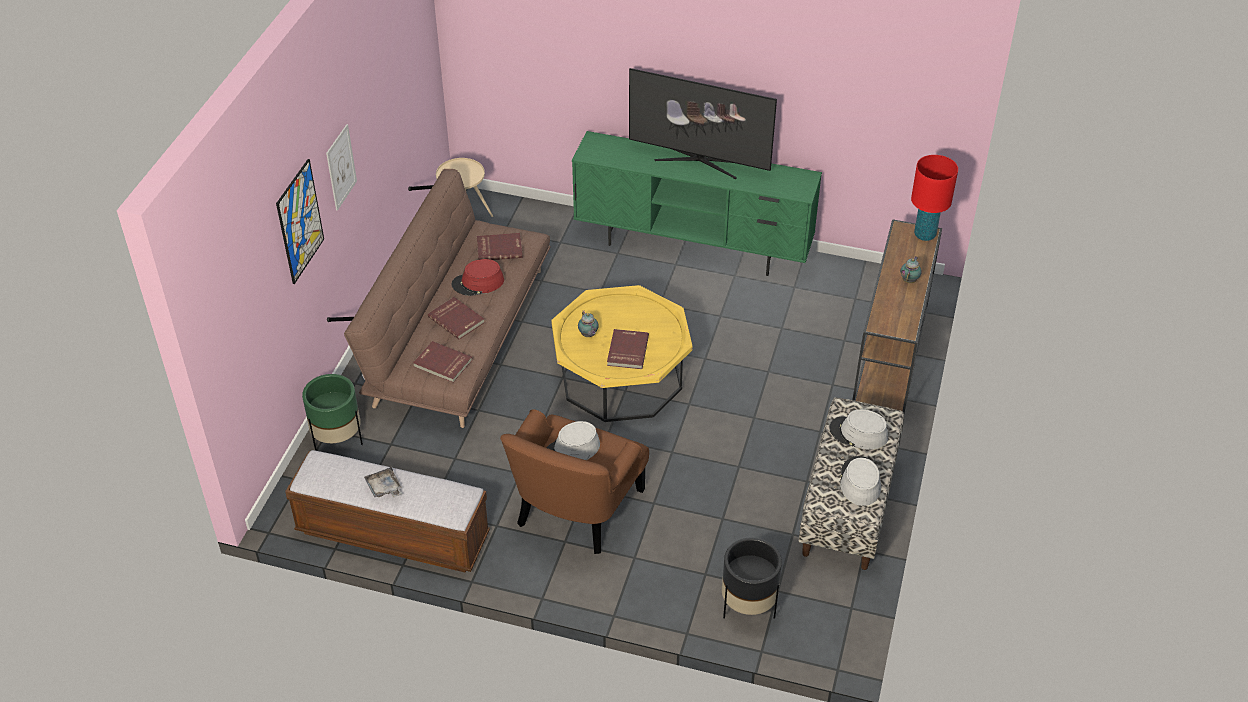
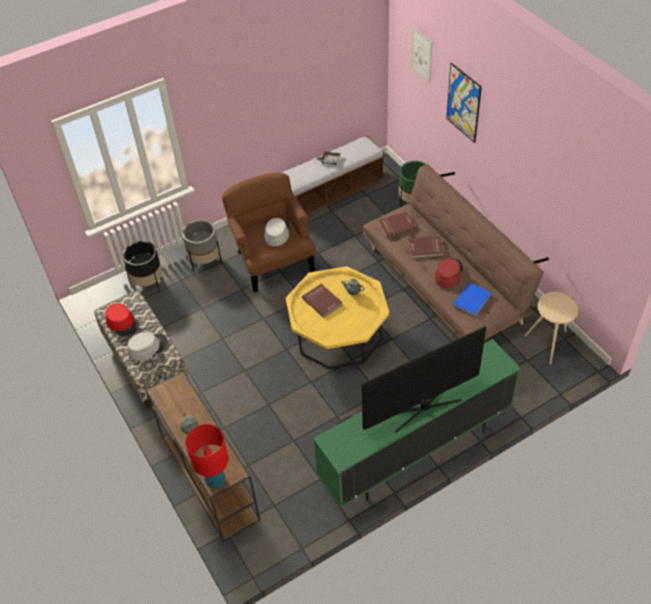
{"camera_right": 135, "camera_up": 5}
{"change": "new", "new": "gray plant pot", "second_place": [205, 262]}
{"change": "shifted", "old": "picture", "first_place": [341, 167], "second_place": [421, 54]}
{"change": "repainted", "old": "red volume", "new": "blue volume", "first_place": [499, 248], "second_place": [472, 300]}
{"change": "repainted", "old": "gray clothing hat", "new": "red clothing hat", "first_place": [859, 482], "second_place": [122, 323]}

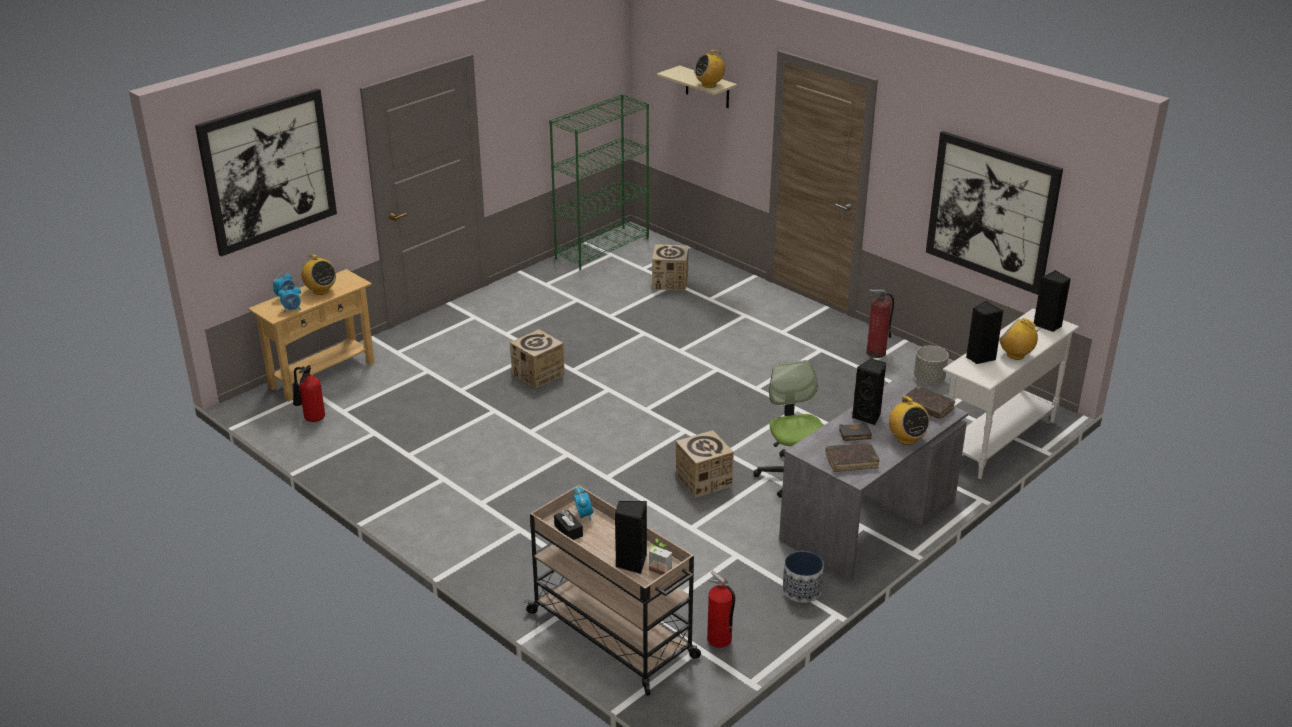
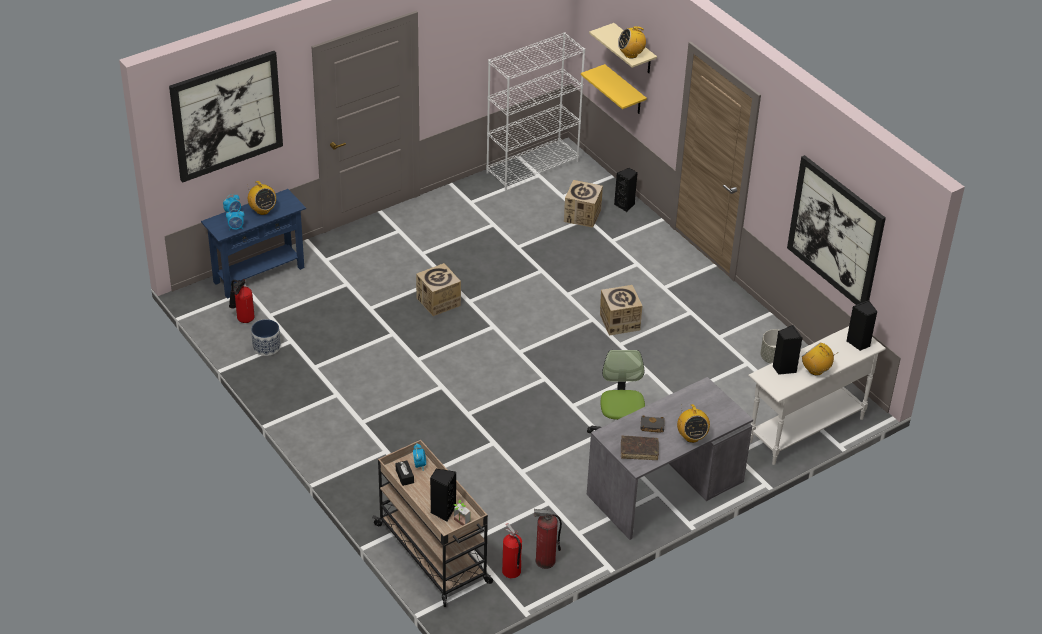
{"camera_right": 10, "camera_up": 10}
{"change": "gone", "old": "brown volume", "first_place": [928, 407]}
{"change": "new", "new": "yellowish wall shelf", "second_place": [624, 91]}
{"change": "shifted", "old": "cardboard box", "first_place": [703, 480], "second_place": [619, 322]}
{"change": "shifted", "old": "plant pot", "first_place": [802, 590], "second_place": [266, 347]}
{"change": "shifted", "old": "black audio speaker", "first_place": [868, 416], "second_place": [625, 205]}
{"change": "shifted", "old": "fire-fighting cylinder", "first_place": [876, 353], "second_place": [545, 561]}
{"change": "repainted", "old": "beige-coloured hall table", "new": "blue hall table", "first_place": [322, 375], "second_place": [259, 274]}
{"change": "repainted", "old": "green-coloured bookshelf", "new": "whitish bookshelf", "first_place": [602, 248], "second_place": [532, 166]}

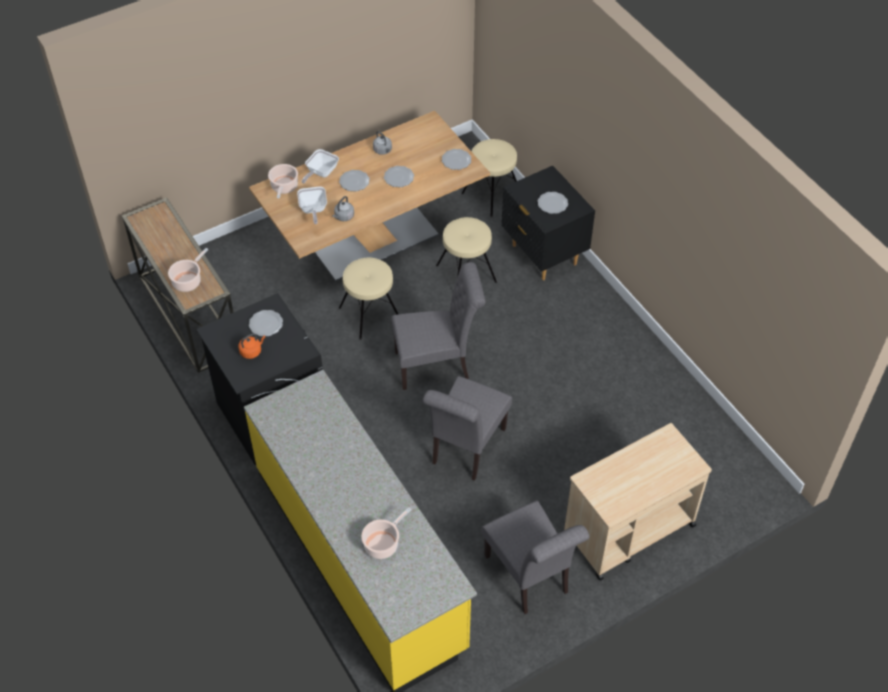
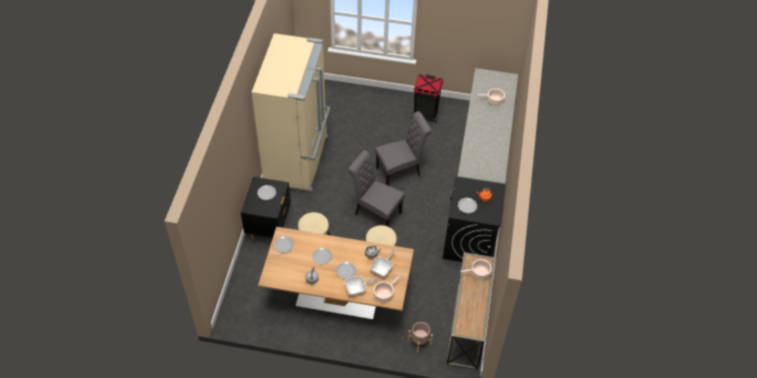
{"camera_right": -140, "camera_up": 0}
{"change": "gone", "old": "beige-coloured stool seat", "first_place": [492, 194]}
{"change": "gone", "old": "beige-coloured wheeled cart", "first_place": [628, 530]}
{"change": "new", "new": "beige-coloured kitchen fridge", "second_place": [298, 160]}
{"change": "new", "new": "beige-coloured plant pot", "second_place": [419, 342]}
{"change": "swapped", "old": "gray upright chair", "new": "black rubbish bin", "first_place": [530, 578], "second_place": [425, 115]}

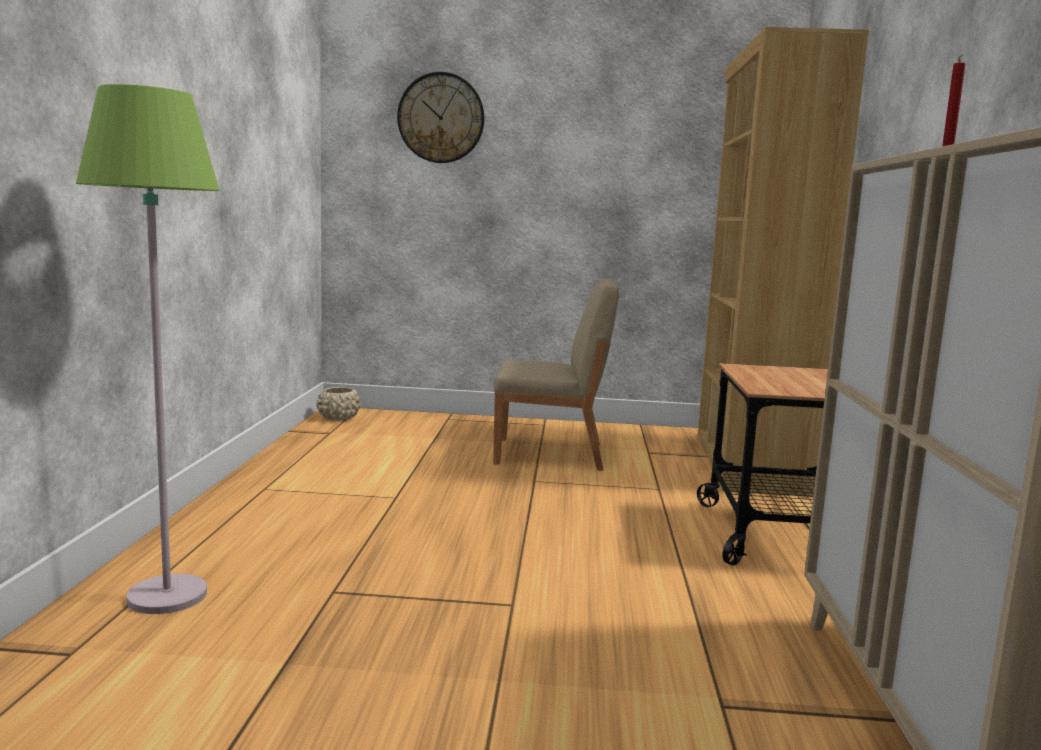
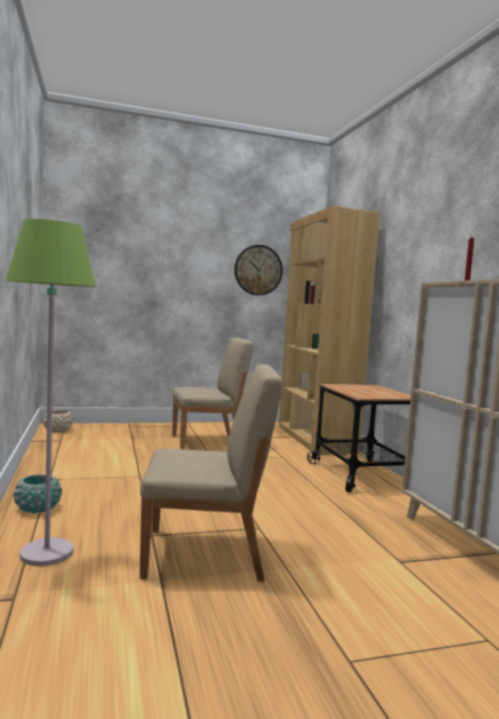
{"camera_right": -20, "camera_up": -5}
{"change": "new", "new": "turquoise plant pot", "second_place": [37, 508]}
{"change": "new", "new": "beige-coloured upright chair", "second_place": [206, 554]}
{"change": "shifted", "old": "clock on the wall", "first_place": [441, 118], "second_place": [258, 270]}

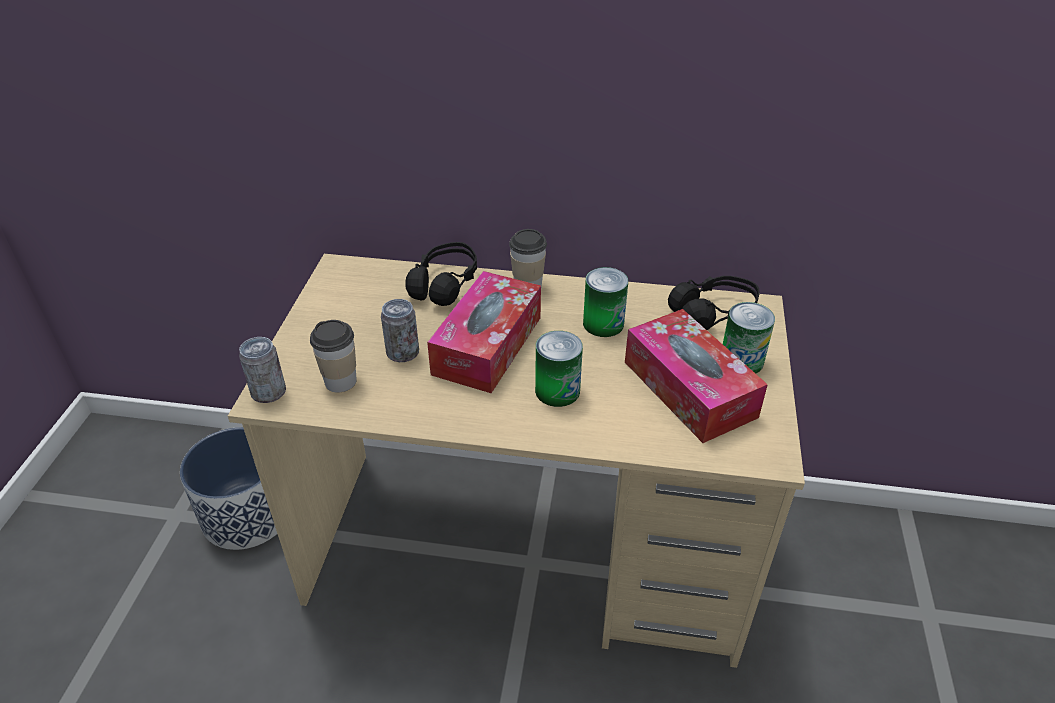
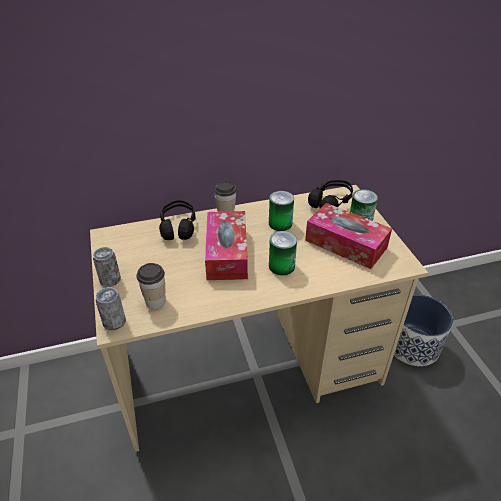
{"camera_right": -25, "camera_up": 0}
{"change": "shifted", "old": "plant pot", "first_place": [248, 514], "second_place": [413, 345]}
{"change": "shifted", "old": "can", "first_place": [403, 353], "second_place": [110, 280]}

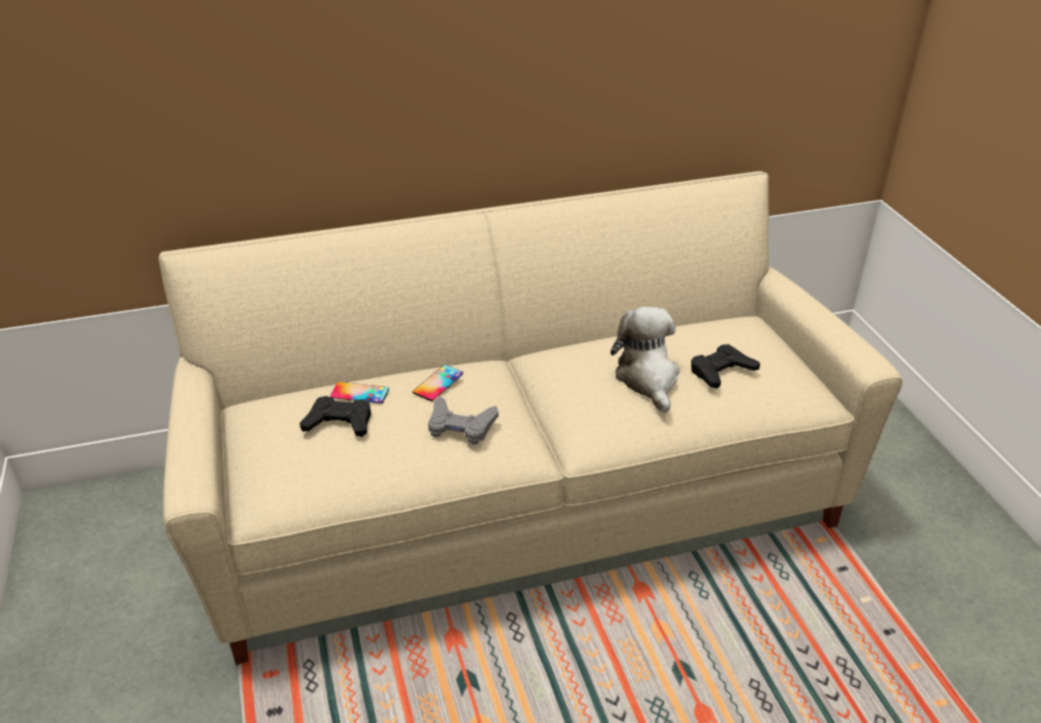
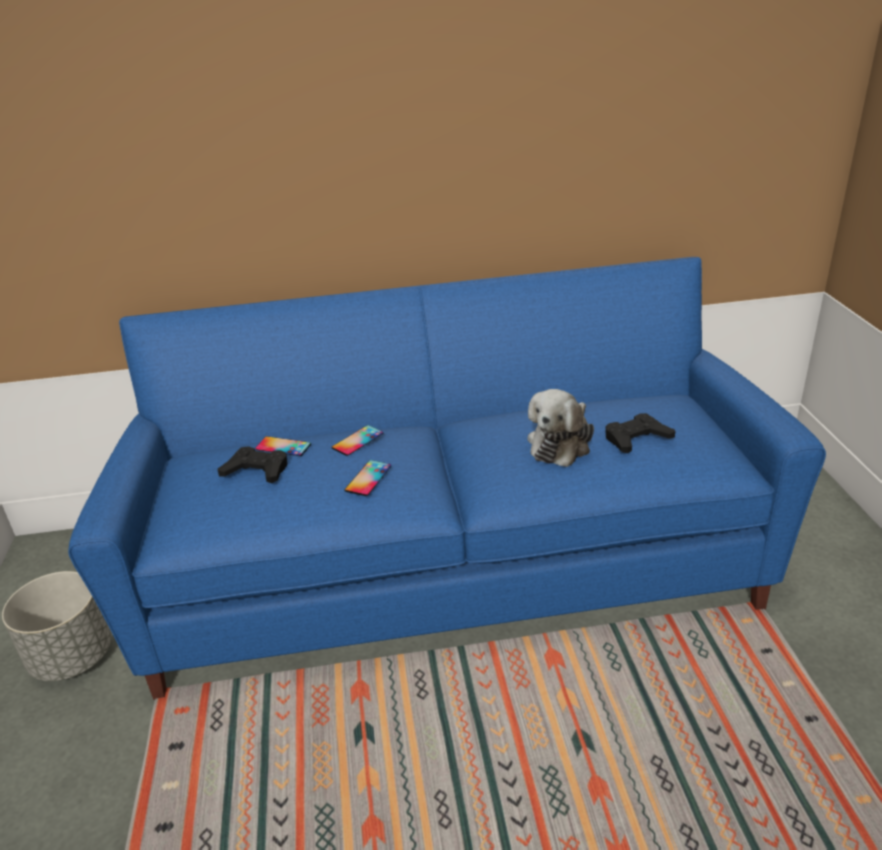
{"camera_right": 10, "camera_up": -5}
{"change": "new", "new": "gray plant pot", "second_place": [73, 657]}
{"change": "swapped", "old": "gray joypad", "new": "telephone", "first_place": [460, 426], "second_place": [368, 478]}
{"change": "repainted", "old": "beige-coloured settee", "new": "blue settee", "first_place": [520, 497], "second_place": [450, 563]}
{"change": "rotated", "old": "plush toy", "first_place": [648, 379], "second_place": [561, 443], "degrees": -150}

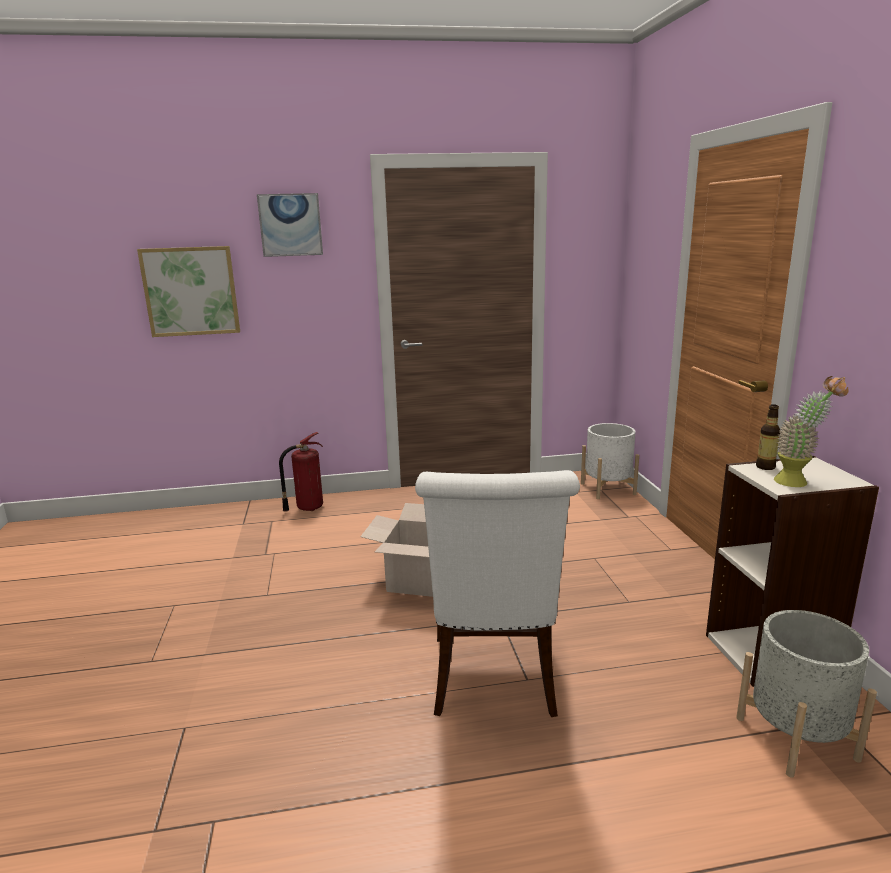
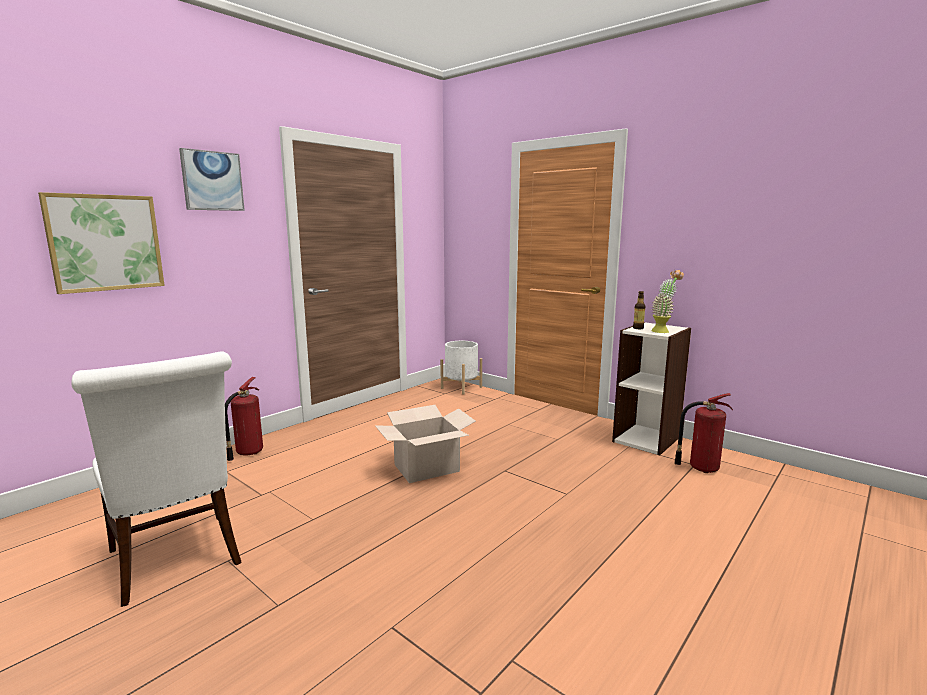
{"camera_right": -40, "camera_up": -5}
{"change": "shifted", "old": "whitish upright chair", "first_place": [494, 681], "second_place": [177, 560]}
{"change": "swapped", "old": "gray plant pot", "new": "fire-fighting cylinder", "first_place": [796, 738], "second_place": [701, 468]}

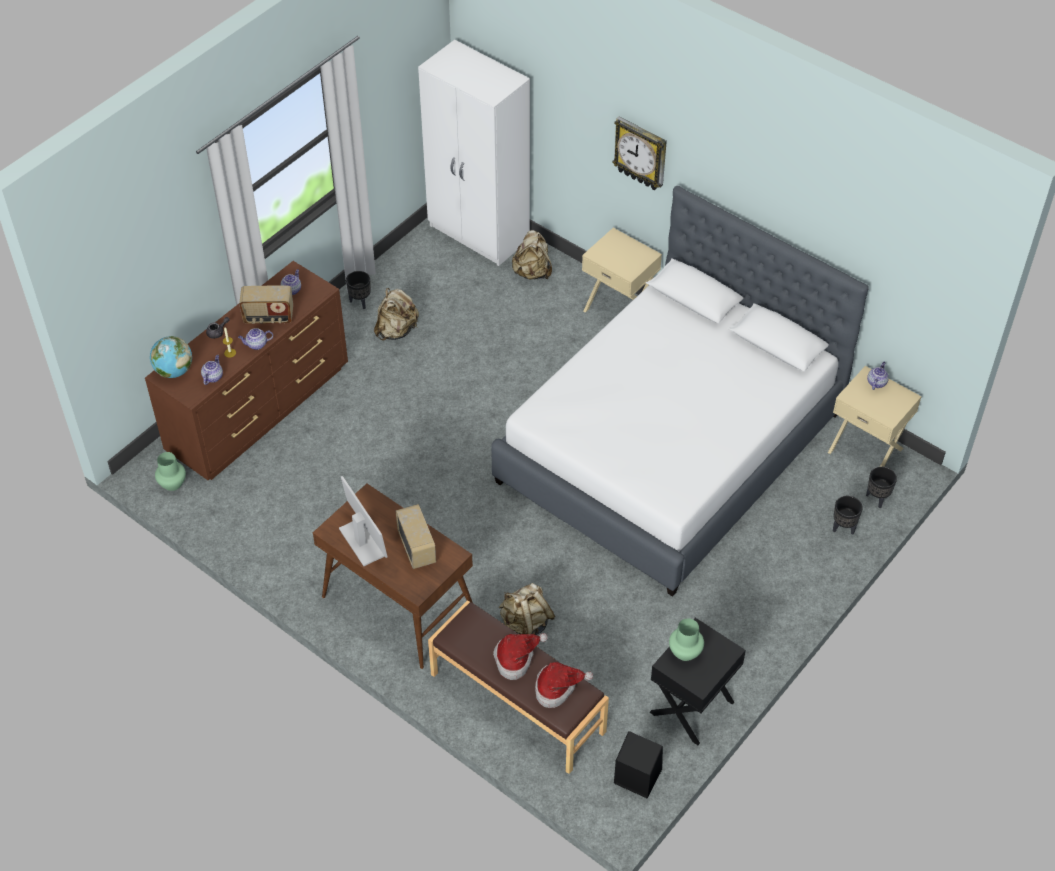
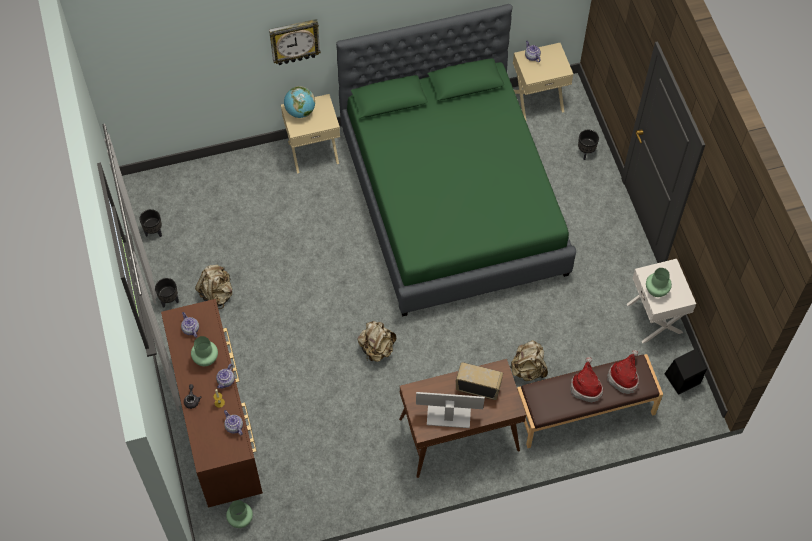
{"camera_right": -55, "camera_up": 10}
{"change": "gone", "old": "whitish wardrobe", "first_place": [479, 234]}
{"change": "shifted", "old": "desk globe", "first_place": [174, 371], "second_place": [300, 111]}
{"change": "shifted", "old": "beige-coloured knapsack", "first_place": [532, 272], "second_place": [376, 349]}
{"change": "shifted", "old": "black plant pot", "first_place": [877, 498], "second_place": [153, 232]}
{"change": "swapped", "old": "radio receiver", "new": "green-coloured flower vase", "first_place": [268, 317], "second_place": [205, 358]}
{"change": "repainted", "old": "whitish sleeping bed", "new": "green-coloured sleeping bed", "first_place": [670, 447], "second_place": [453, 200]}
{"change": "repainted", "old": "black night table", "new": "whitish night table", "first_place": [692, 707], "second_place": [655, 318]}

